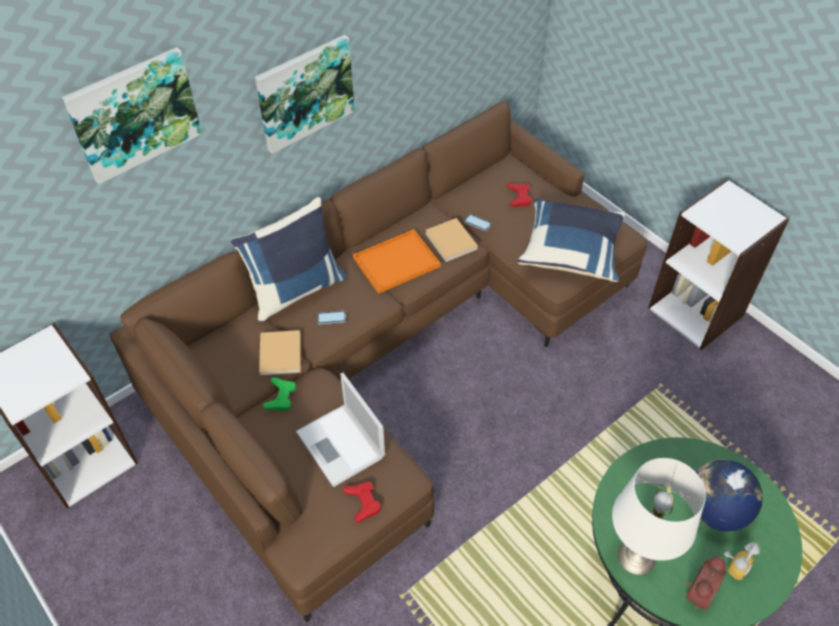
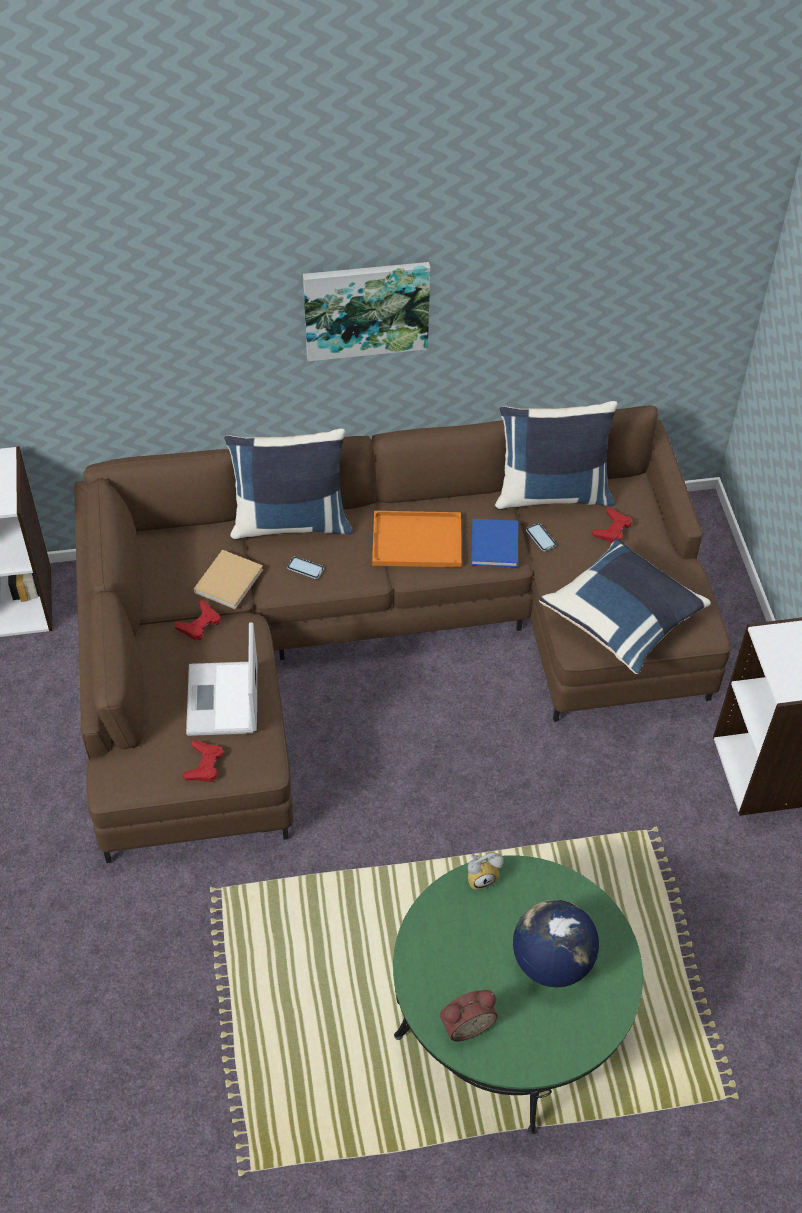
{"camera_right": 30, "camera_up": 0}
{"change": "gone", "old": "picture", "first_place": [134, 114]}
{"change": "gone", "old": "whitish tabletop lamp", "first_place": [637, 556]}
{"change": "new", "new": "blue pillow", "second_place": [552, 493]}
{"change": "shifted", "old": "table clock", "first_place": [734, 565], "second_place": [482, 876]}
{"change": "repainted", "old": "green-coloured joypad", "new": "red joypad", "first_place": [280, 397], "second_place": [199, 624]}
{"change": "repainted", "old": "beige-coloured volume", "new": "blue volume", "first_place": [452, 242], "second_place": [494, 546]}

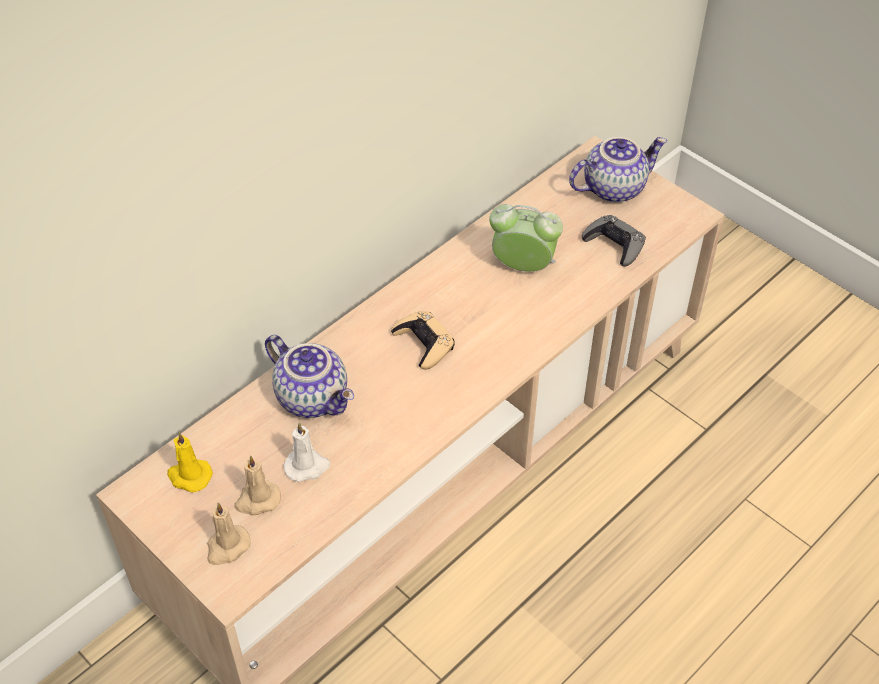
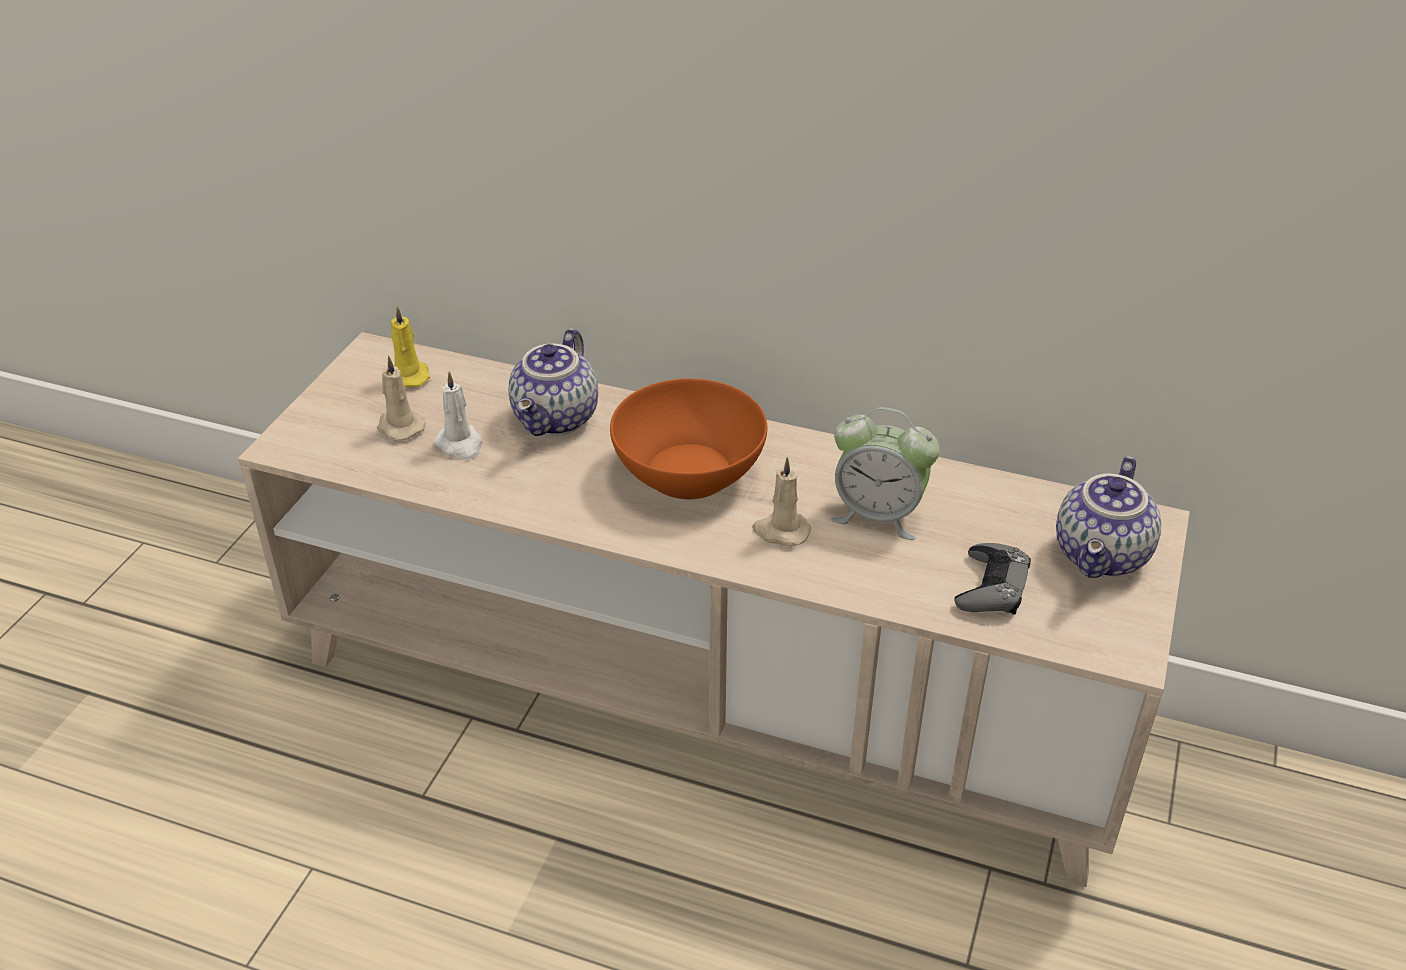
{"camera_right": 65, "camera_up": -10}
{"change": "shifted", "old": "beige-coloured wax candle", "first_place": [227, 547], "second_place": [780, 531]}
{"change": "swapped", "old": "beige-coloured joypad", "new": "orange serving bowl", "first_place": [424, 344], "second_place": [689, 472]}
{"change": "rotated", "old": "table clock", "first_place": [523, 267], "second_place": [878, 515], "degrees": 120}
{"change": "rotated", "old": "tea pot", "first_place": [613, 187], "second_place": [1103, 556], "degrees": 75}

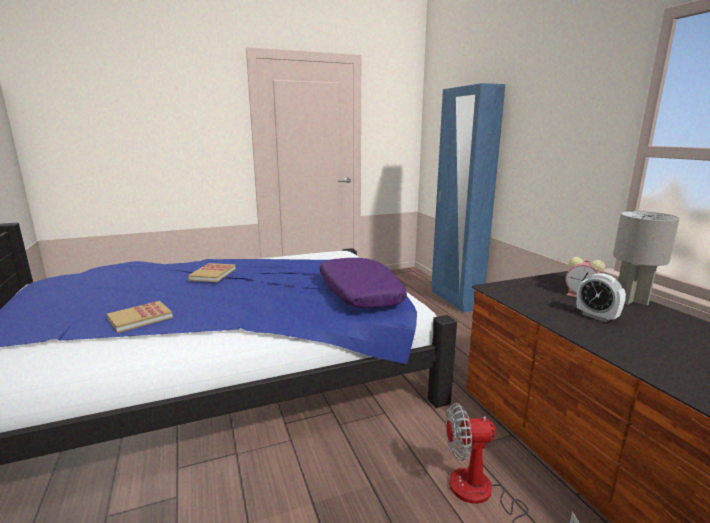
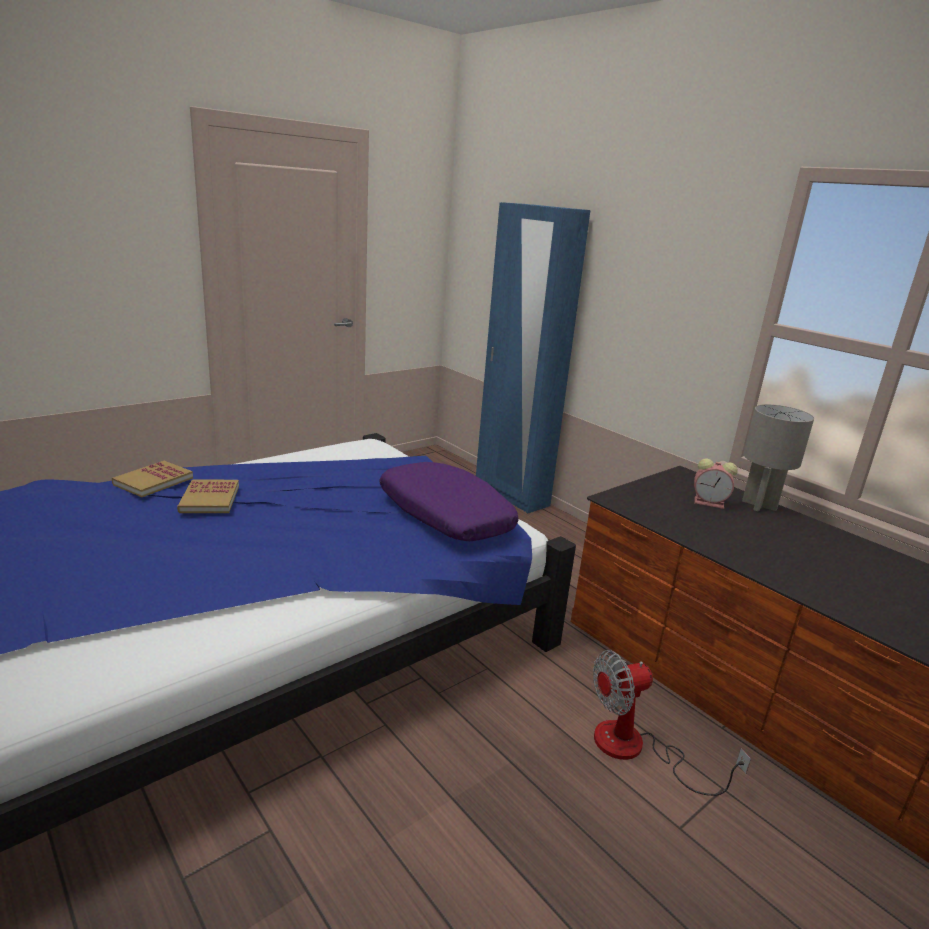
{"camera_right": -20, "camera_up": 5}
{"change": "gone", "old": "table clock", "first_place": [596, 316]}
{"change": "shifted", "old": "volume", "first_place": [140, 318], "second_place": [153, 481]}

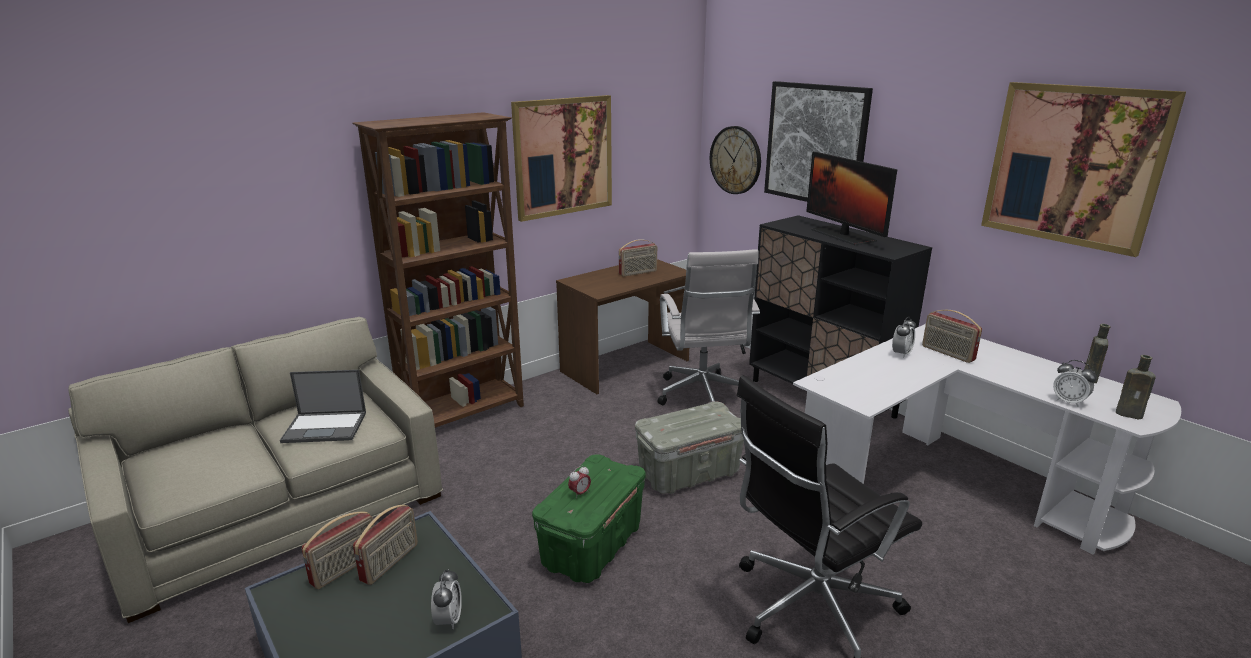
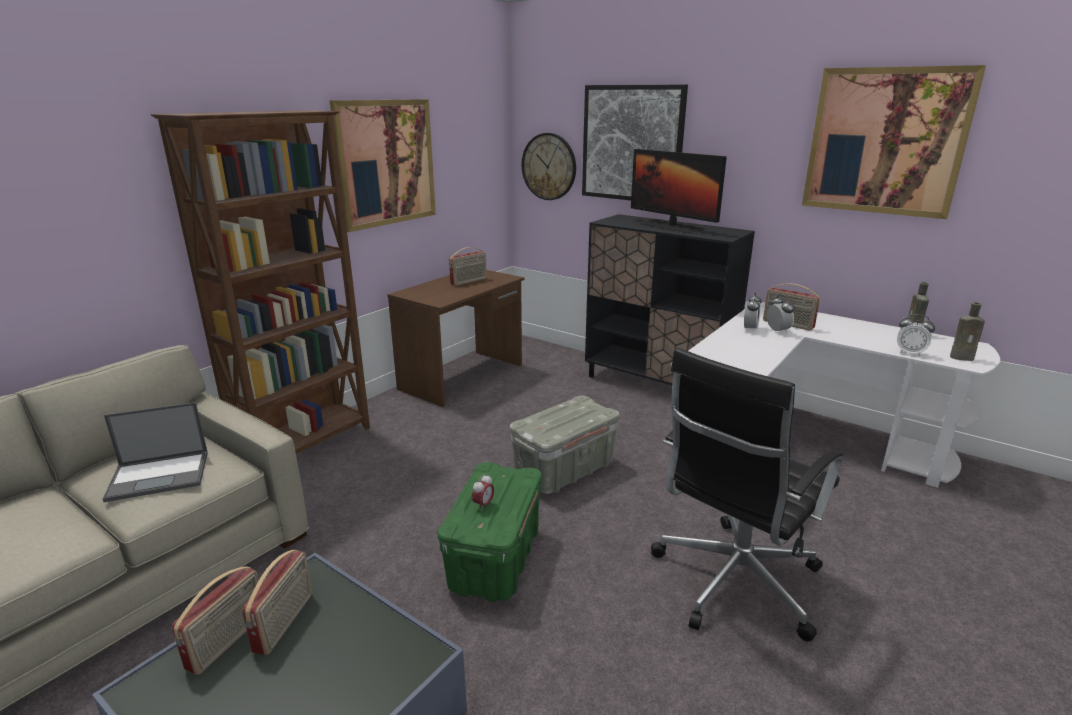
{"camera_right": -15, "camera_up": 0}
{"change": "gone", "old": "whitish computer chair", "first_place": [703, 397]}
{"change": "shifted", "old": "table clock", "first_place": [448, 620], "second_place": [777, 331]}

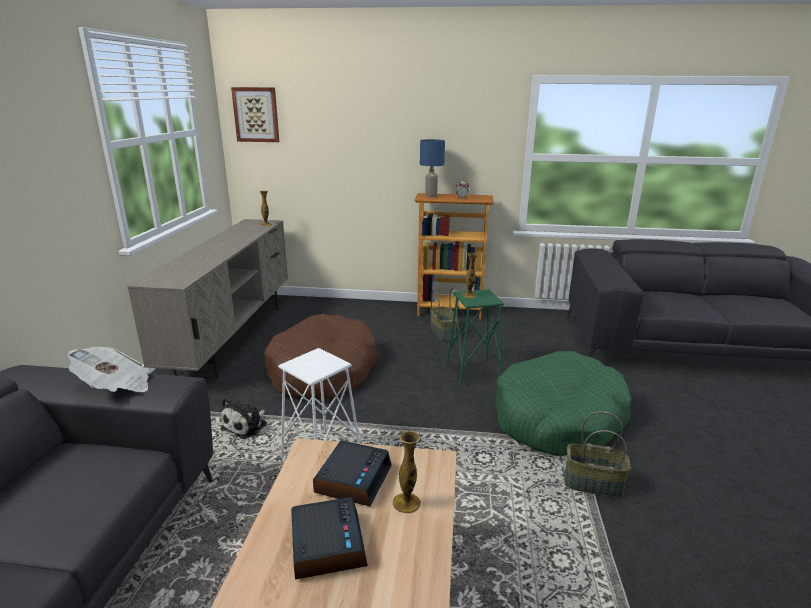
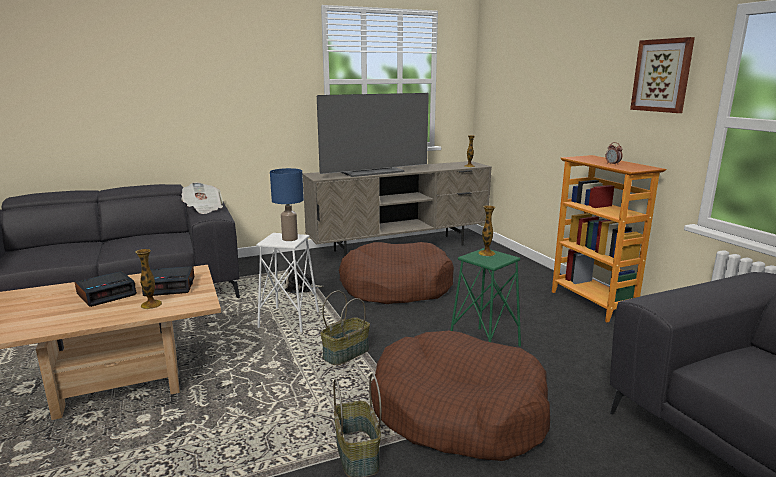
{"camera_right": 60, "camera_up": -5}
{"change": "new", "new": "TV", "second_place": [373, 172]}
{"change": "shifted", "old": "picture", "first_place": [256, 114], "second_place": [662, 75]}
{"change": "shifted", "old": "blue tabletop lamp", "first_place": [430, 196], "second_place": [289, 239]}
{"change": "shifted", "old": "basket", "first_place": [442, 332], "second_place": [346, 353]}
{"change": "repainted", "old": "green-coloured pet bed", "new": "brown pet bed", "first_place": [558, 418], "second_place": [458, 411]}

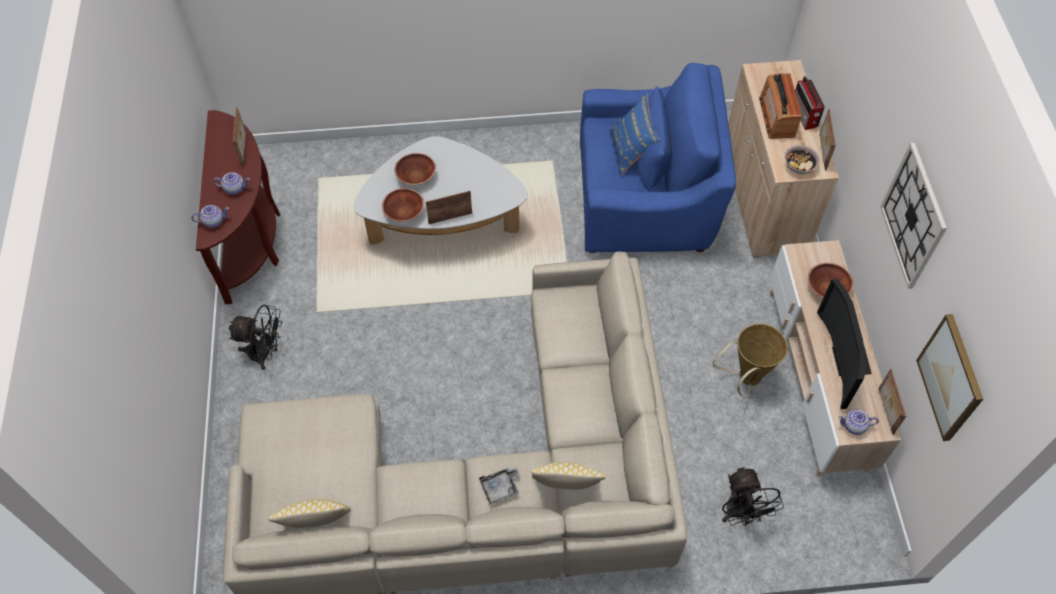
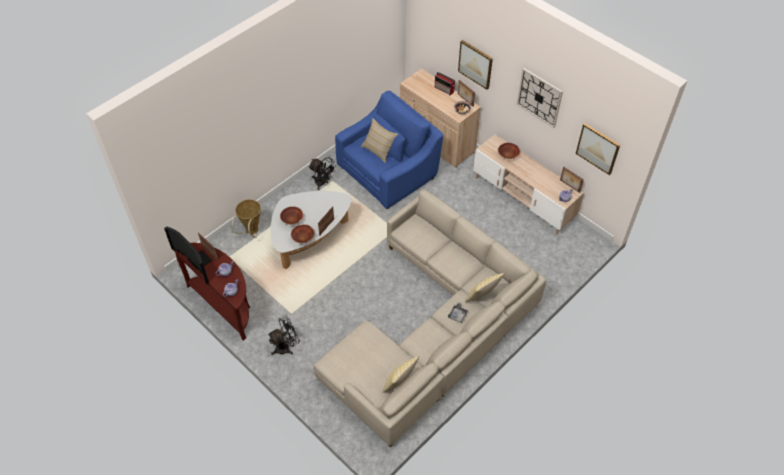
{"camera_right": -40, "camera_up": -5}
{"change": "gone", "old": "radio receiver", "first_place": [777, 116]}
{"change": "new", "new": "picture", "second_place": [475, 64]}
{"change": "shifted", "old": "basket", "first_place": [745, 380], "second_place": [251, 232]}
{"change": "shifted", "old": "black cooling fan", "first_place": [740, 513], "second_place": [322, 183]}
{"change": "shifted", "old": "TV", "first_place": [844, 360], "second_place": [196, 262]}
{"change": "repainted", "old": "blue pillow", "new": "beige-coloured pillow", "first_place": [631, 152], "second_place": [379, 150]}

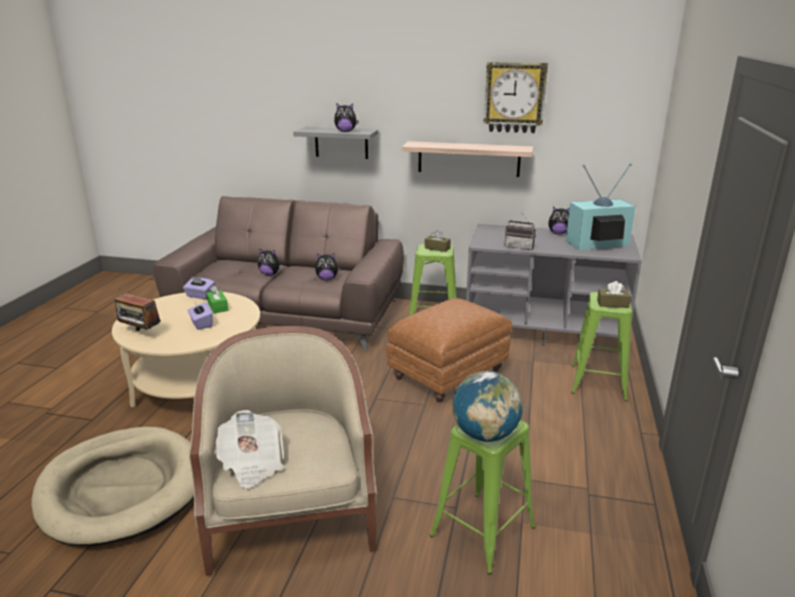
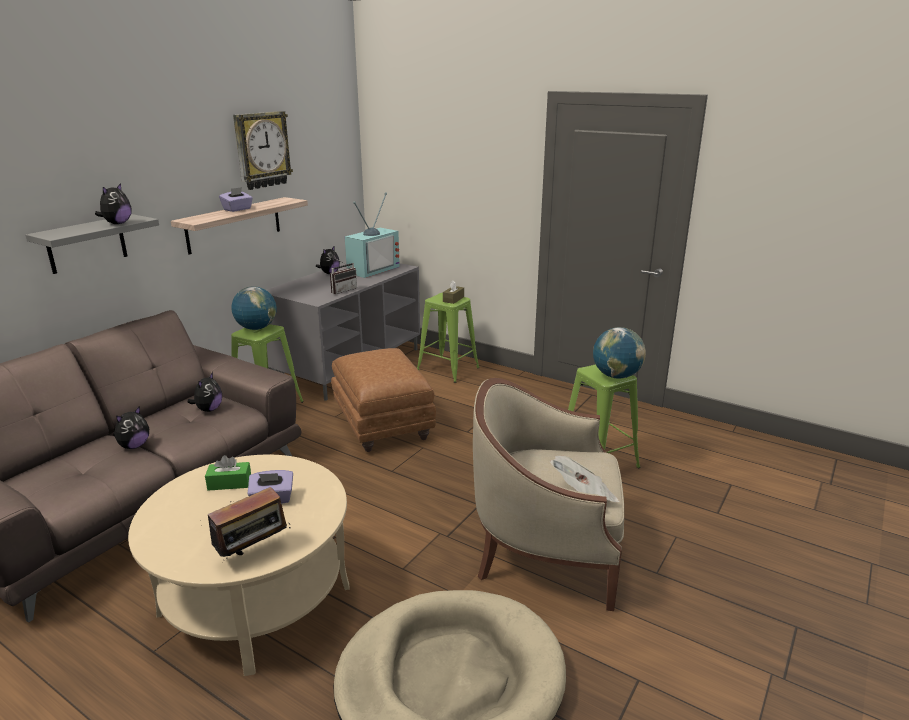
{"camera_right": -70, "camera_up": 0}
{"change": "shifted", "old": "purple box of tissues", "first_place": [200, 296], "second_place": [237, 209]}
{"change": "swapped", "old": "brown box of tissues", "new": "desk globe", "first_place": [437, 248], "second_place": [256, 328]}
{"change": "rotated", "old": "TV", "first_place": [597, 244], "second_place": [372, 269], "degrees": -150}

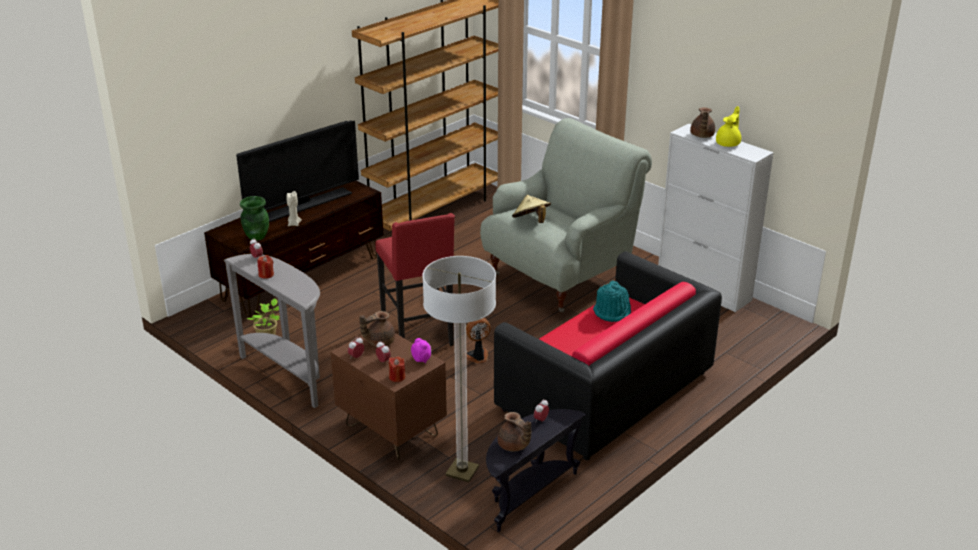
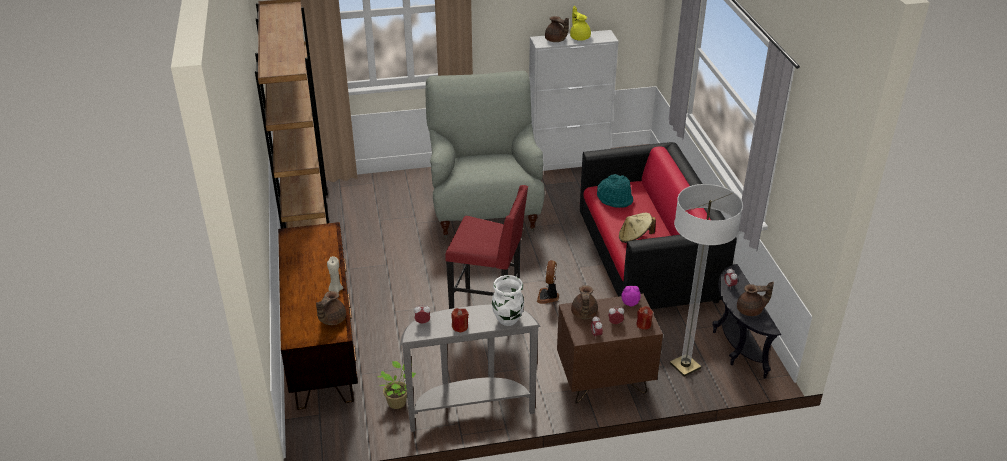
{"camera_right": -55, "camera_up": 5}
{"change": "gone", "old": "TV", "first_place": [303, 206]}
{"change": "new", "new": "whitish flower vase", "second_place": [508, 320]}
{"change": "shifted", "old": "beige-coloured clothing hat", "first_place": [531, 221], "second_place": [634, 237]}
{"change": "swapped", "old": "green-coloured flower vase", "new": "brown tea pot", "first_place": [256, 236], "second_place": [331, 319]}

